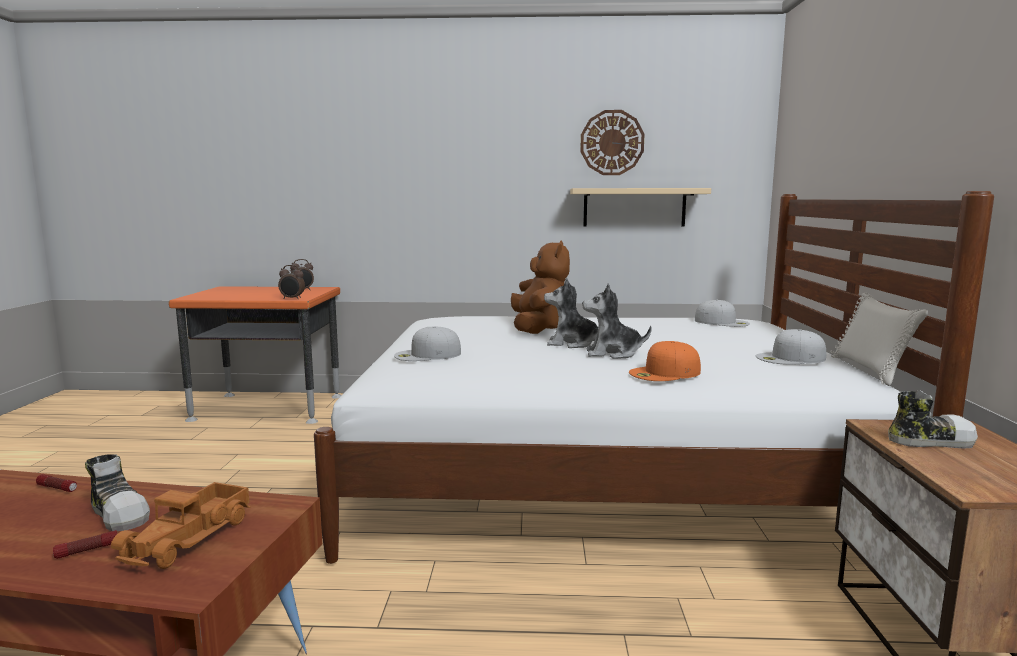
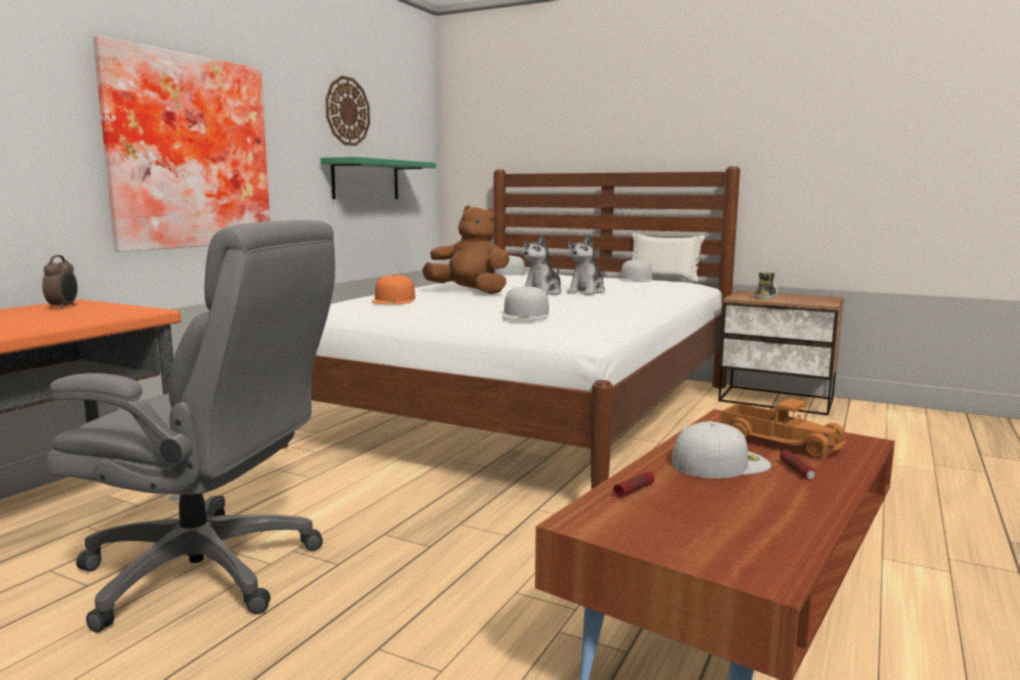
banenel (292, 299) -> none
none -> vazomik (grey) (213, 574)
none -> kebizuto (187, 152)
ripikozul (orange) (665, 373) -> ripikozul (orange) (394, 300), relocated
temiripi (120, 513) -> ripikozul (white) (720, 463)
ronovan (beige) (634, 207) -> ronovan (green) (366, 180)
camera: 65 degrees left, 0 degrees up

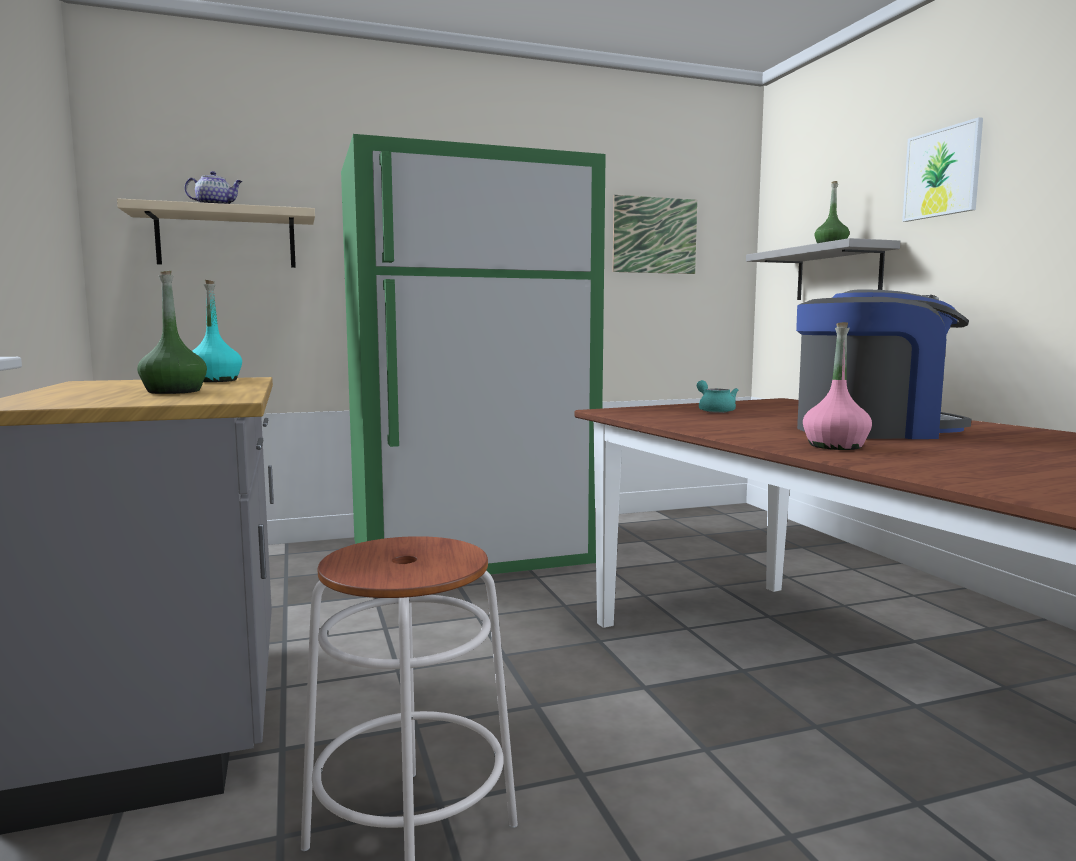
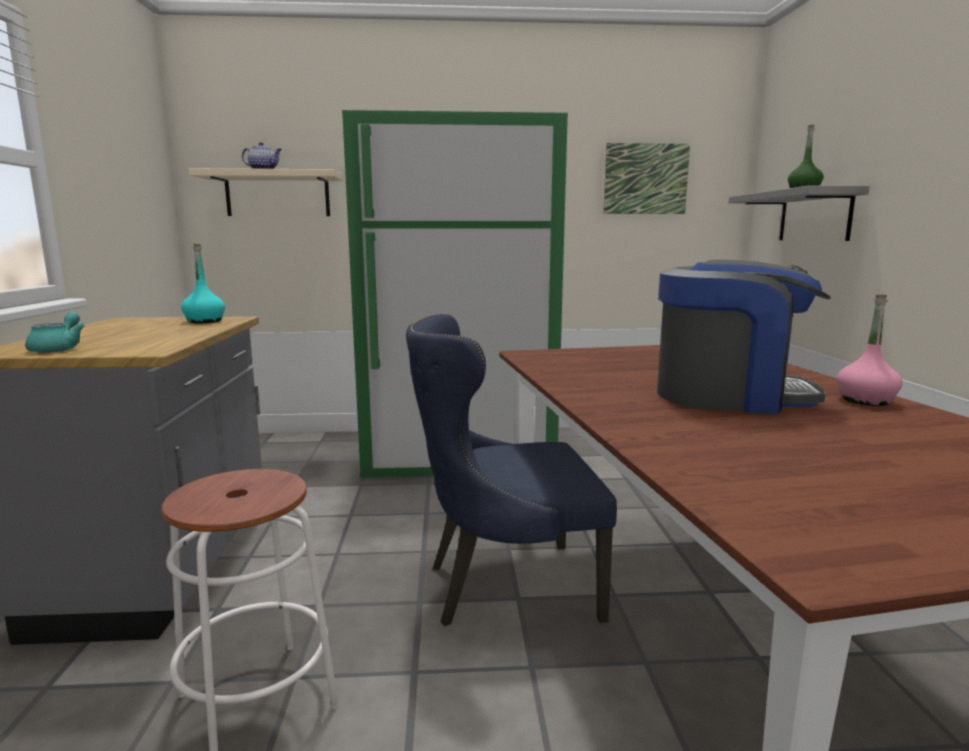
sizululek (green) (174, 391) -> none
kebizuto (942, 173) -> none
none -> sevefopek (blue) (504, 587)
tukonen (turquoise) (714, 410) -> tukonen (turquoise) (59, 349), relocated
sizululek (pink) (835, 446) -> sizululek (pink) (865, 400), relocated
camera: 15 degrees right, 5 degrees up

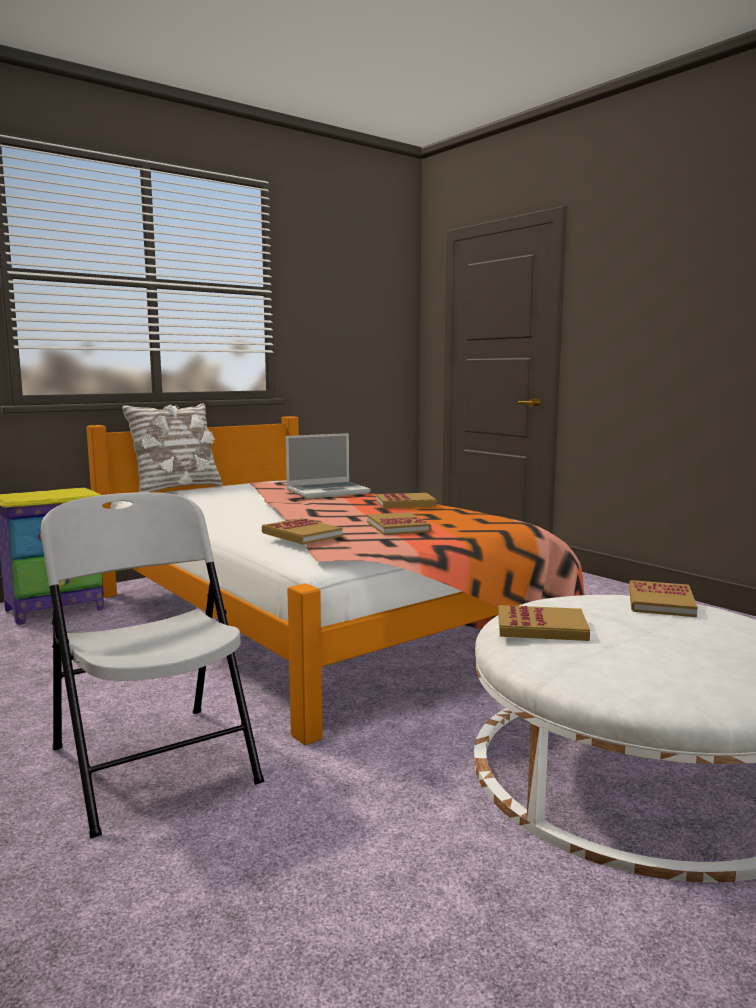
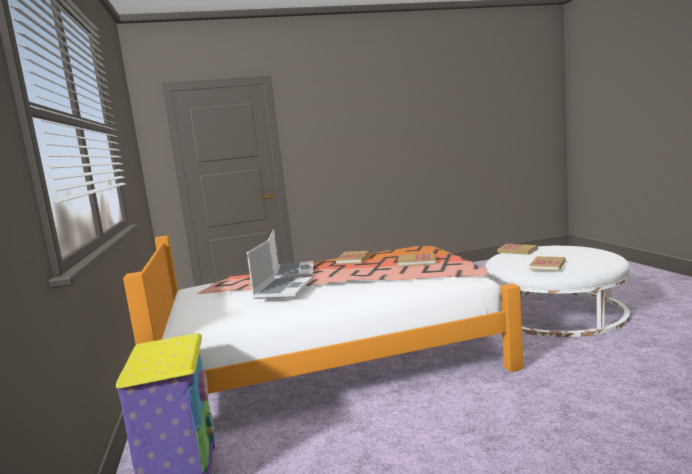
sevefopek (white) (154, 764) -> none
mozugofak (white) (177, 489) -> none
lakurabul (301, 535) -> none
none -> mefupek (283, 289)
camera: 65 degrees left, 0 degrees up

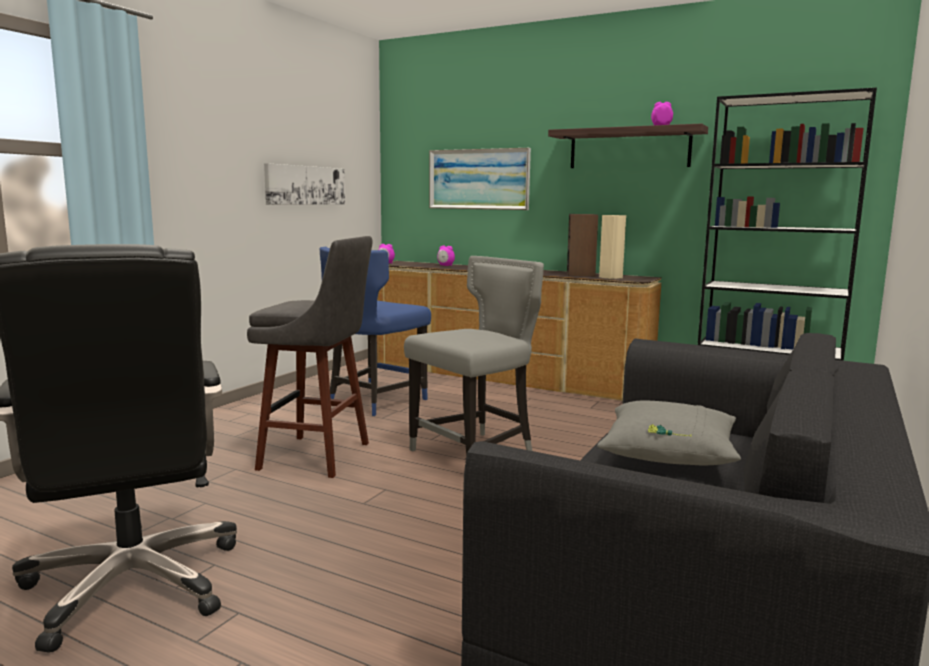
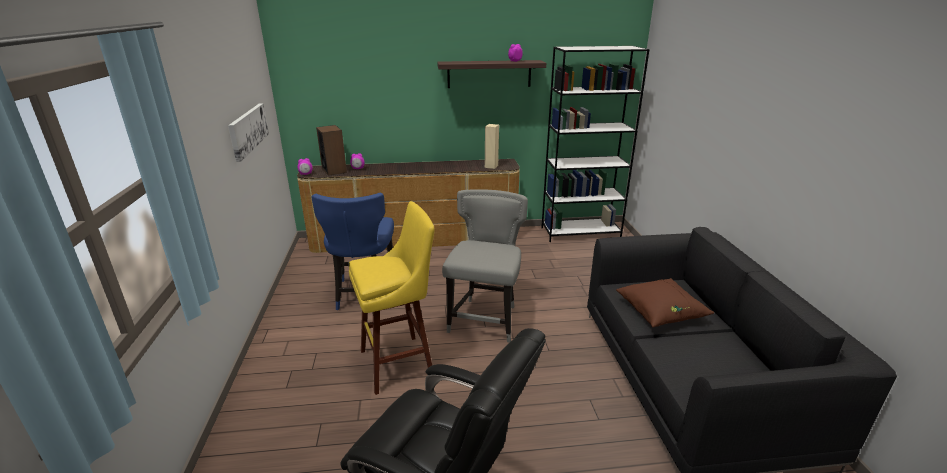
kebizuto (478, 179) -> none
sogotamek (581, 274) -> sogotamek (334, 170), relocated
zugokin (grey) (319, 457) -> zugokin (yellow) (400, 363)
mozugofak (grey) (668, 455) -> mozugofak (brown) (660, 312)
camera: 35 degrees left, 15 degrees up

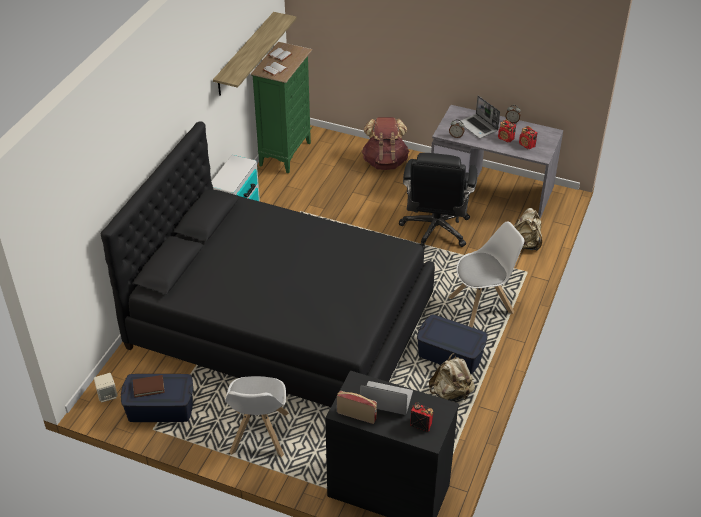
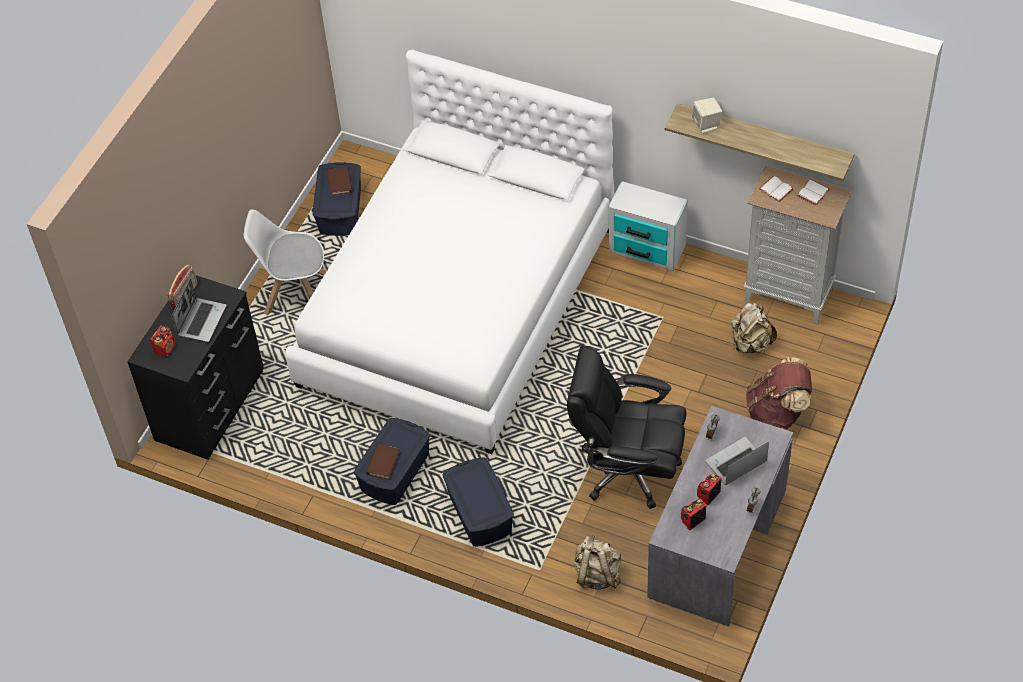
none -> lakurabul (brown) (383, 463)
sogotamek (beige) (107, 395) -> sogotamek (beige) (706, 124), relocated
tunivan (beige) (451, 393) -> tunivan (beige) (750, 343), relocated
sevefopek (482, 304) -> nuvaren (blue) (479, 513)
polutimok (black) (281, 323) -> polutimok (white) (458, 305)
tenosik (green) (286, 153) -> tenosik (white) (789, 298)
camera: 95 degrees right, 10 degrees up

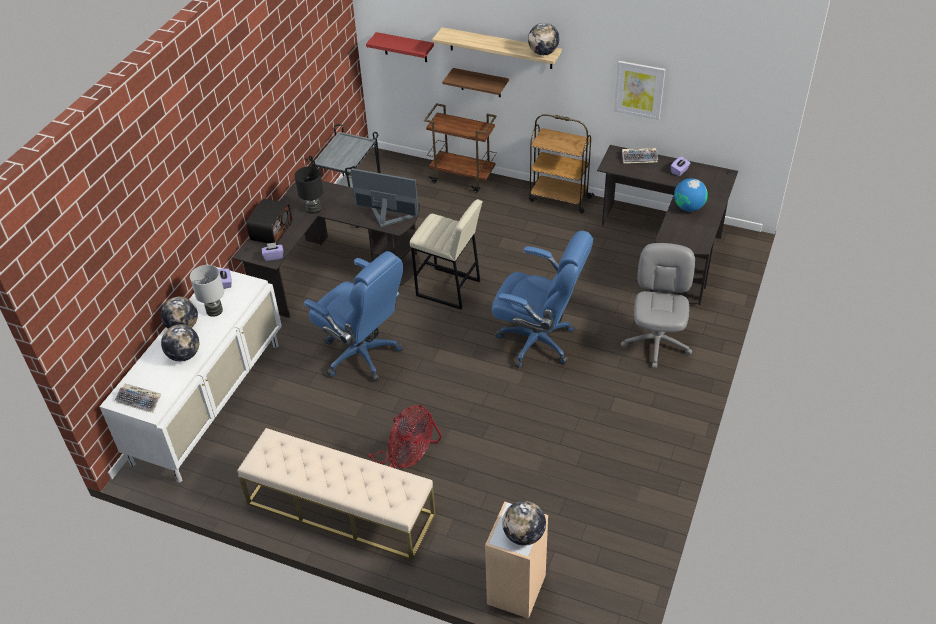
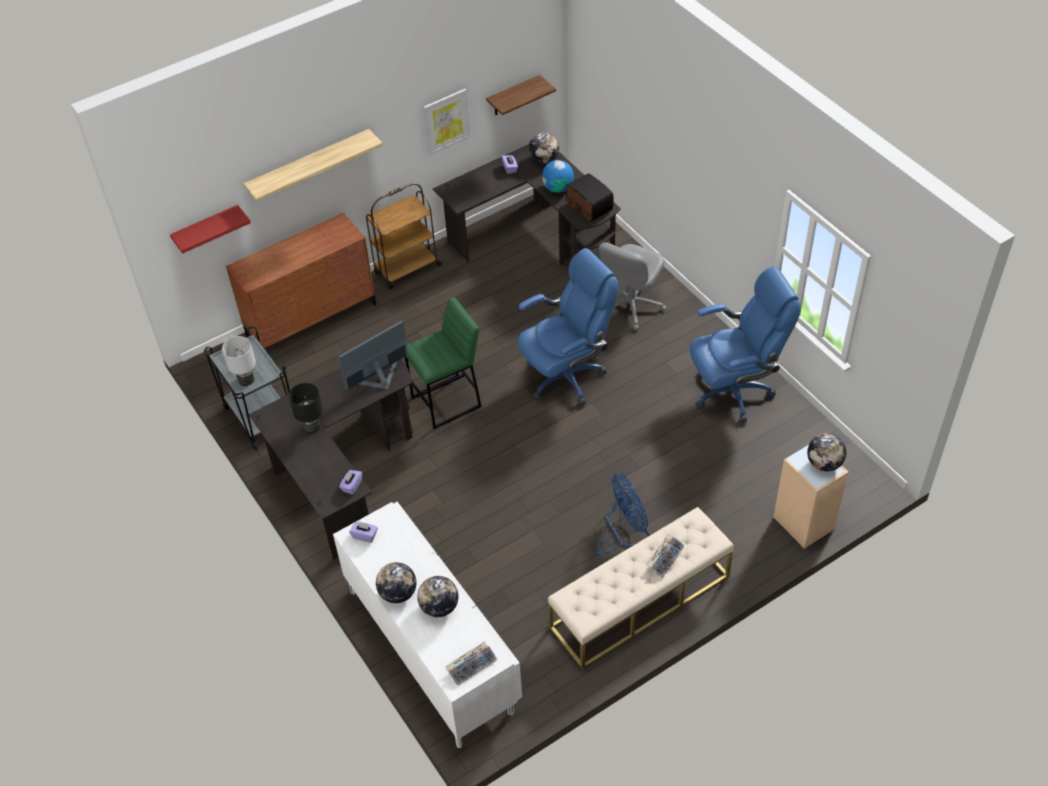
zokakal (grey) (214, 311) -> zokakal (grey) (246, 380), relocated
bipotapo (271, 231) -> bipotapo (588, 207), relocated
vazomik (blue) (362, 355) -> vazomik (blue) (734, 391), relocated
ronovan (480, 83) -> ronovan (513, 96), relocated
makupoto (543, 53) -> makupoto (544, 159), relocated
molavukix (639, 158) -> molavukix (665, 558), relocated
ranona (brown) (463, 179) -> tenosik (brown) (311, 318)
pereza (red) (406, 460) -> pereza (blue) (623, 530)
zugokin (beige) (450, 288) -> zugokin (green) (447, 401)
vazomik (grey) (656, 342) -> vazomik (grey) (630, 305), 105 degrees counterclockwise
camera: 55 degrees left, 5 degrees up

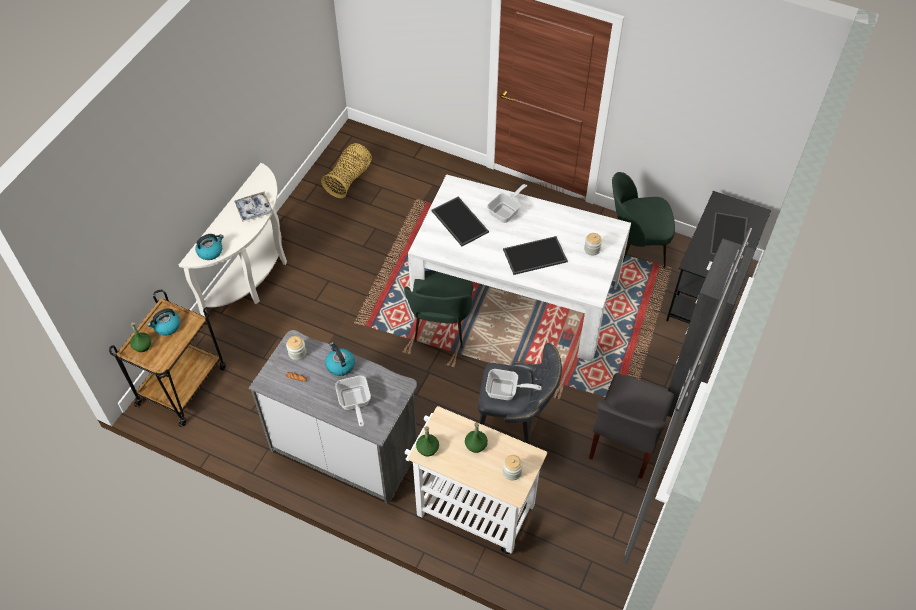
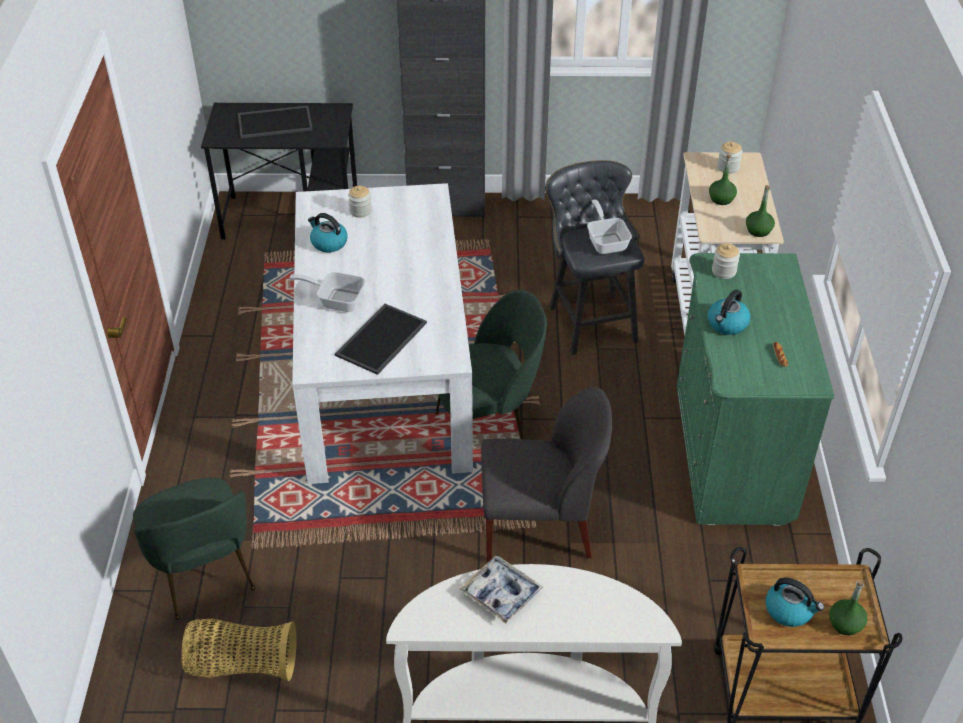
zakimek (354, 403) -> none
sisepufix (534, 256) -> none
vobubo (210, 251) -> vobubo (328, 243), relocated
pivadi (297, 353) -> pivadi (724, 271), relocated
sevefopek (grey) (625, 442) -> sevefopek (grey) (540, 526), relocated
sevefopek (green) (633, 250) -> sevefopek (green) (206, 582), relocated
tenosik (grey) (346, 451) -> tenosik (green) (730, 452)
camera: 115 degrees left, 10 degrees down

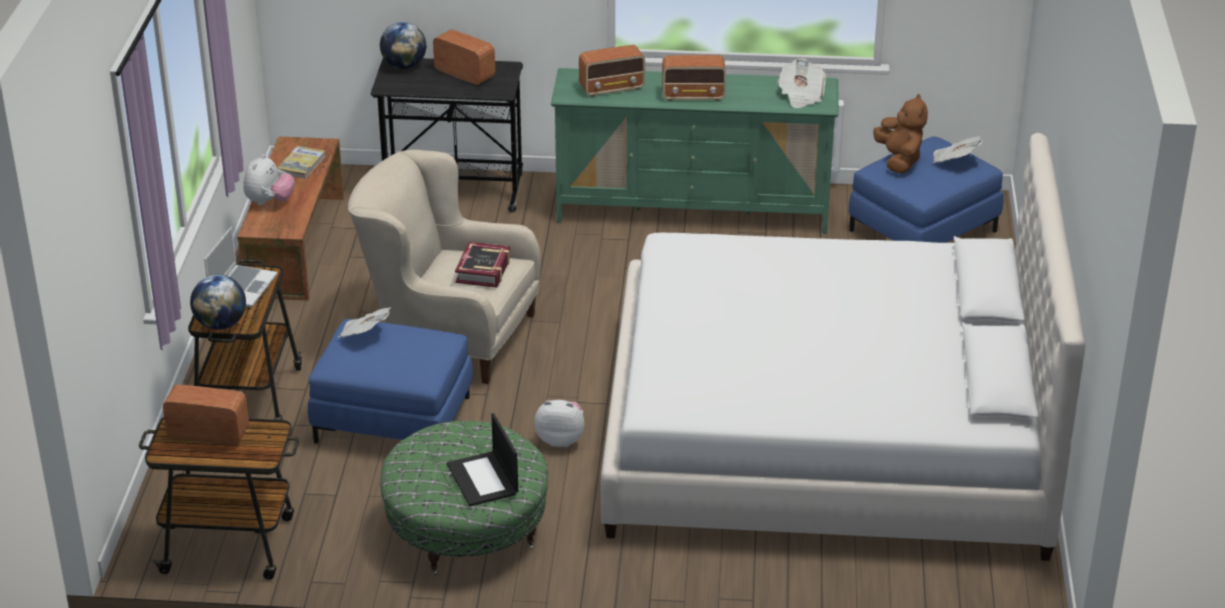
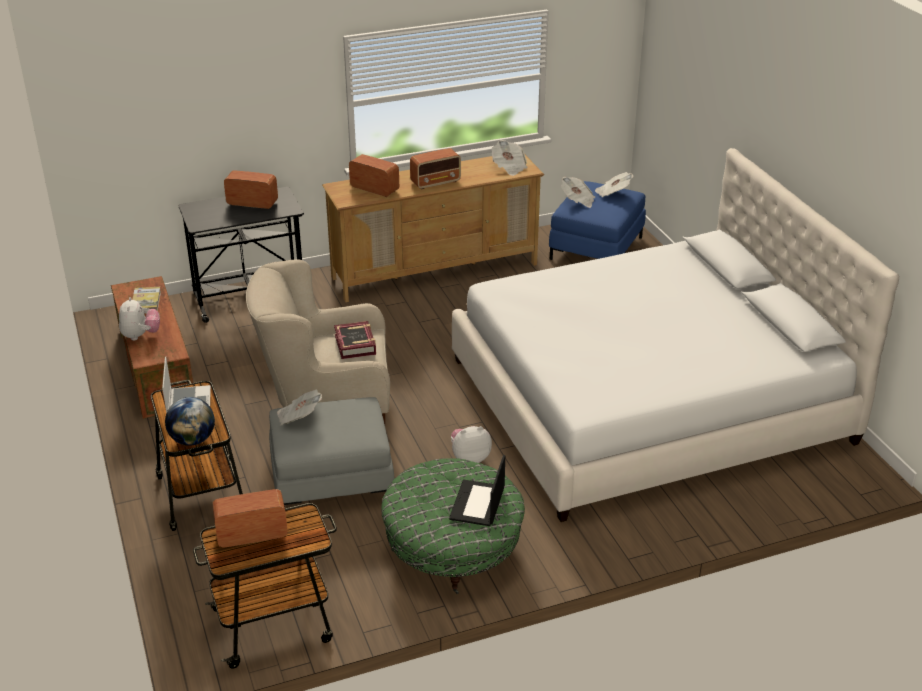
makupoto (404, 66) -> none
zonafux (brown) (899, 160) -> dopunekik (578, 200)
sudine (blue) (392, 420) -> sudine (grey) (332, 480)
tenosik (green) (692, 211) -> tenosik (brown) (435, 271)
mefupek (483, 479) -> mefupek (478, 504), 60 degrees clockwise
bipotapo (612, 88) -> bipotapo (374, 189), 105 degrees counterclockwise
camera: 25 degrees left, 0 degrees up

